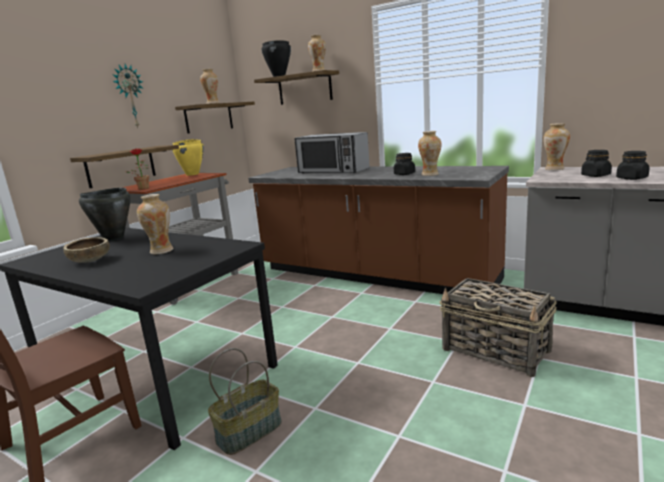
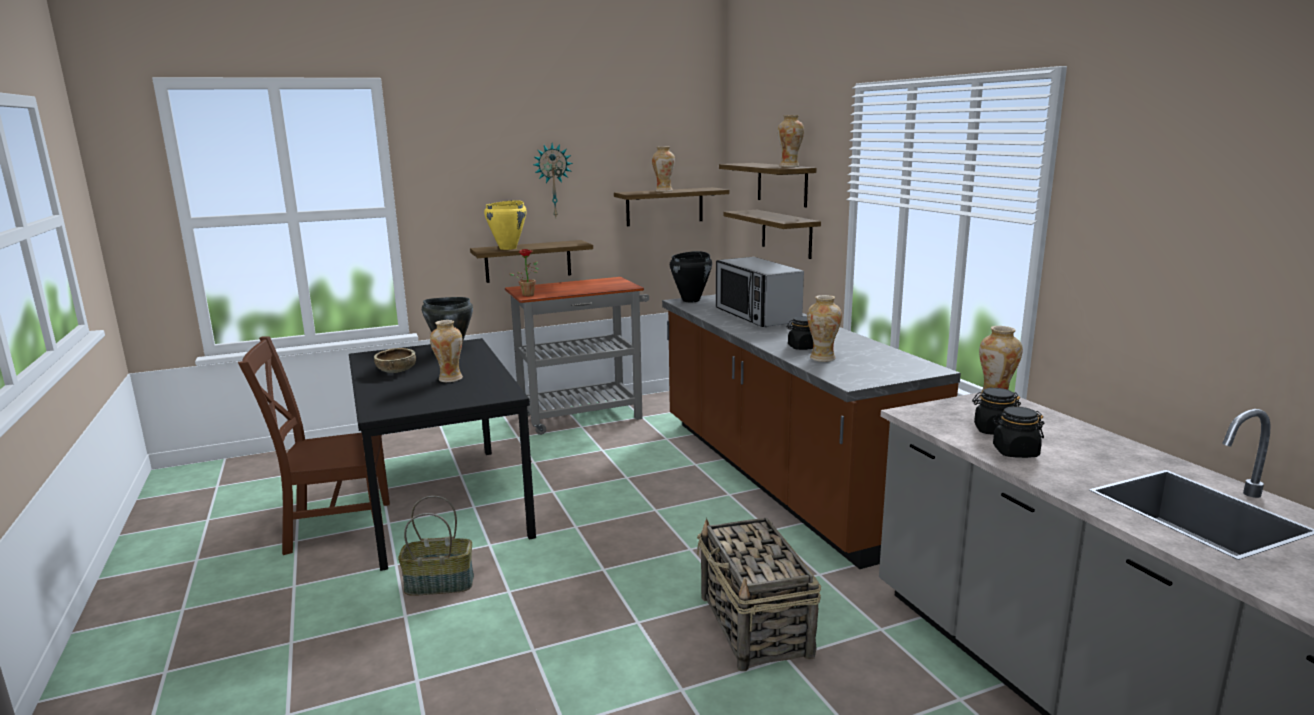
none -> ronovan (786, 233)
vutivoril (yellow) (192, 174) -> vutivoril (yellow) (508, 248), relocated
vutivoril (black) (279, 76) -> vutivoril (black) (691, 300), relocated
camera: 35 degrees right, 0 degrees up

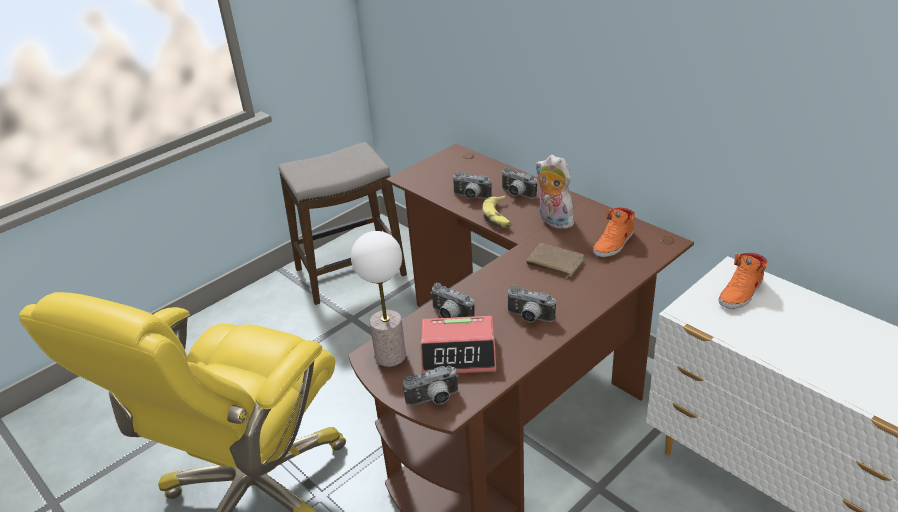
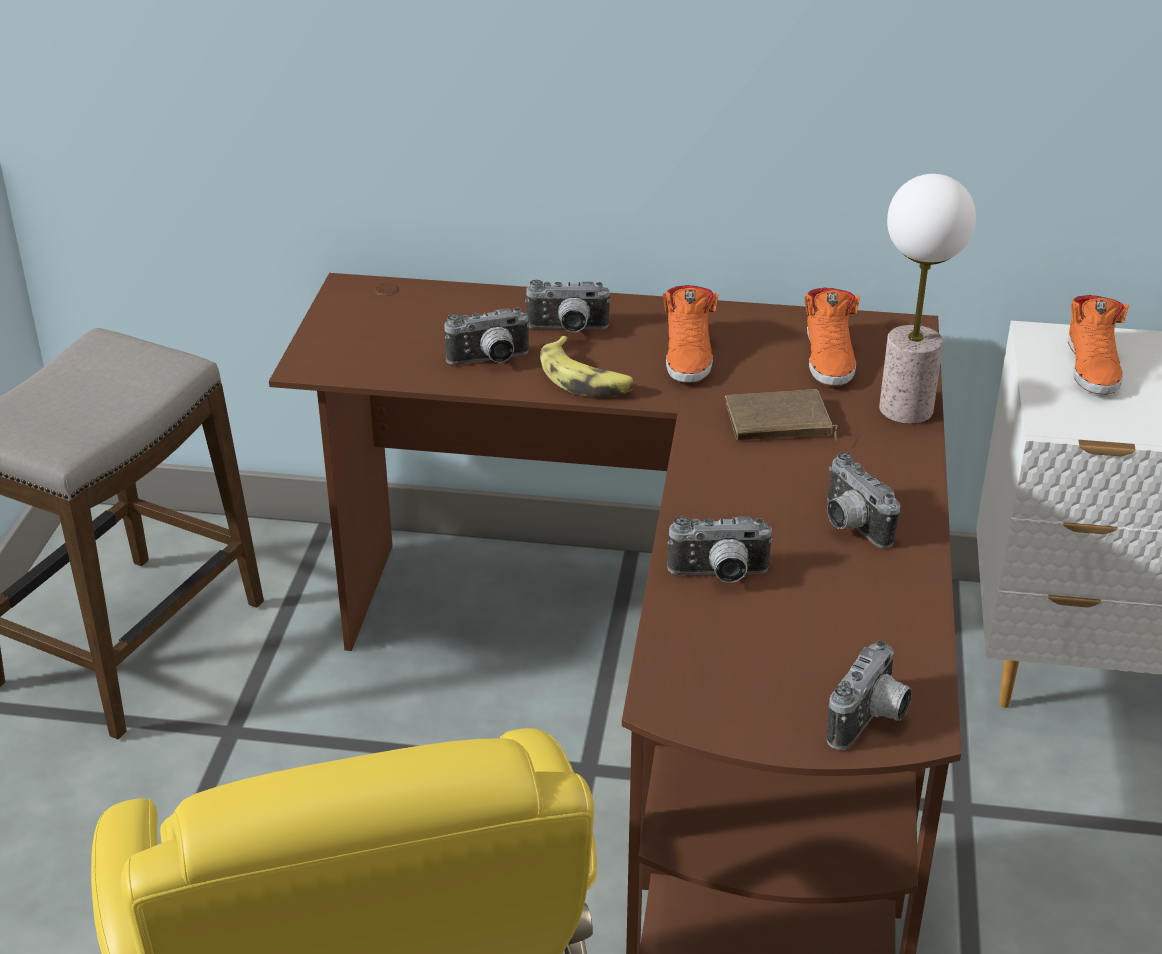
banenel (459, 354) -> none
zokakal (390, 356) -> zokakal (906, 410), relocated
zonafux (553, 221) -> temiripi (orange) (689, 355)
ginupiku (529, 318) -> ginupiku (850, 525), 75 degrees clockwise
camera: 40 degrees left, 0 degrees up

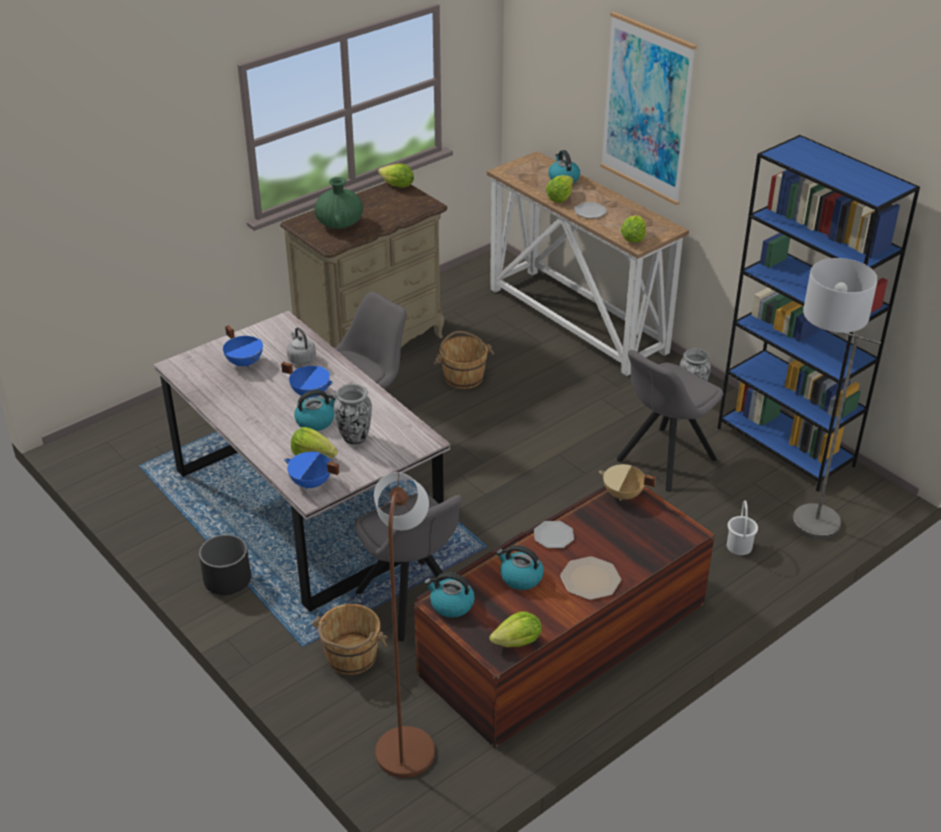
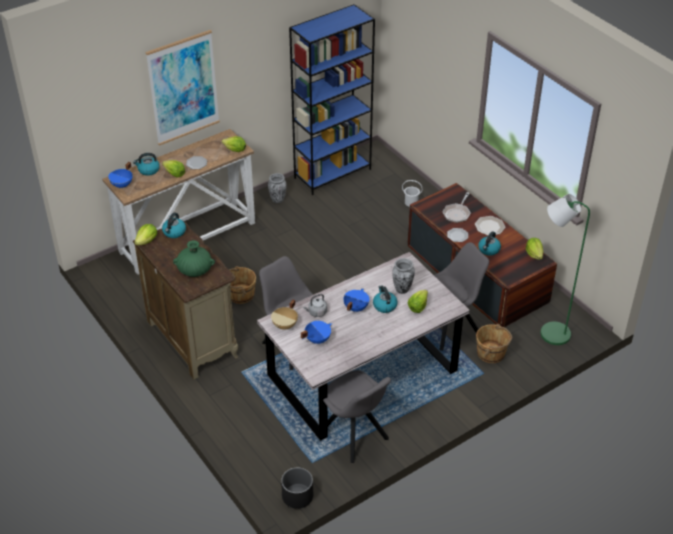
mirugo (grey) (802, 518) -> none
none -> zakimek (457, 213)
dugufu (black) (227, 580) -> dugufu (black) (297, 496), relocated
vutivoril (blue) (311, 483) -> vutivoril (blue) (122, 185), relocated
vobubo (451, 604) -> vobubo (174, 232), relocated
vutivoril (beige) (623, 495) -> vutivoril (beige) (285, 325), relocated
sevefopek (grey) (665, 459) -> sevefopek (grey) (354, 435), relocated
mirugo (brown) (407, 743) -> mirugo (green) (549, 333)
camera: 85 degrees left, 5 degrees up

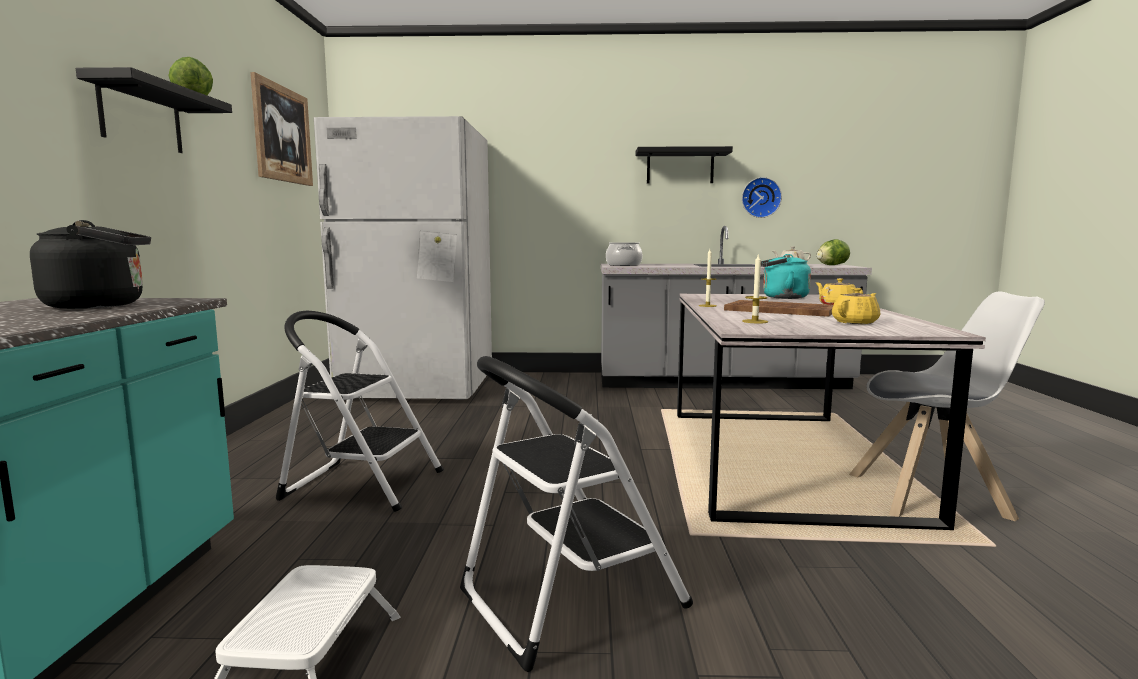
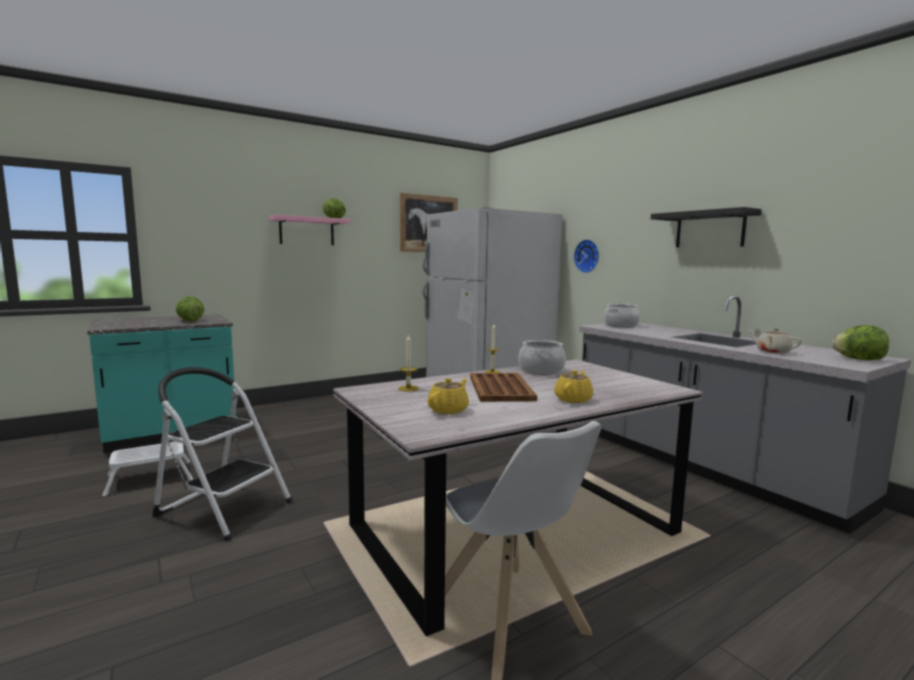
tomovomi (359, 484) -> none
vobubo (turquoise) (782, 297) -> none
none -> vutivoril (541, 371)
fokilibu (760, 197) -> fokilibu (588, 256), relocated
vobubo (black) (102, 305) -> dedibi (189, 321)
ronovan (black) (141, 117) -> ronovan (pink) (307, 231)
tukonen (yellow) (855, 322) -> tukonen (yellow) (448, 410), 75 degrees counterclockwise
camera: 55 degrees right, 0 degrees up

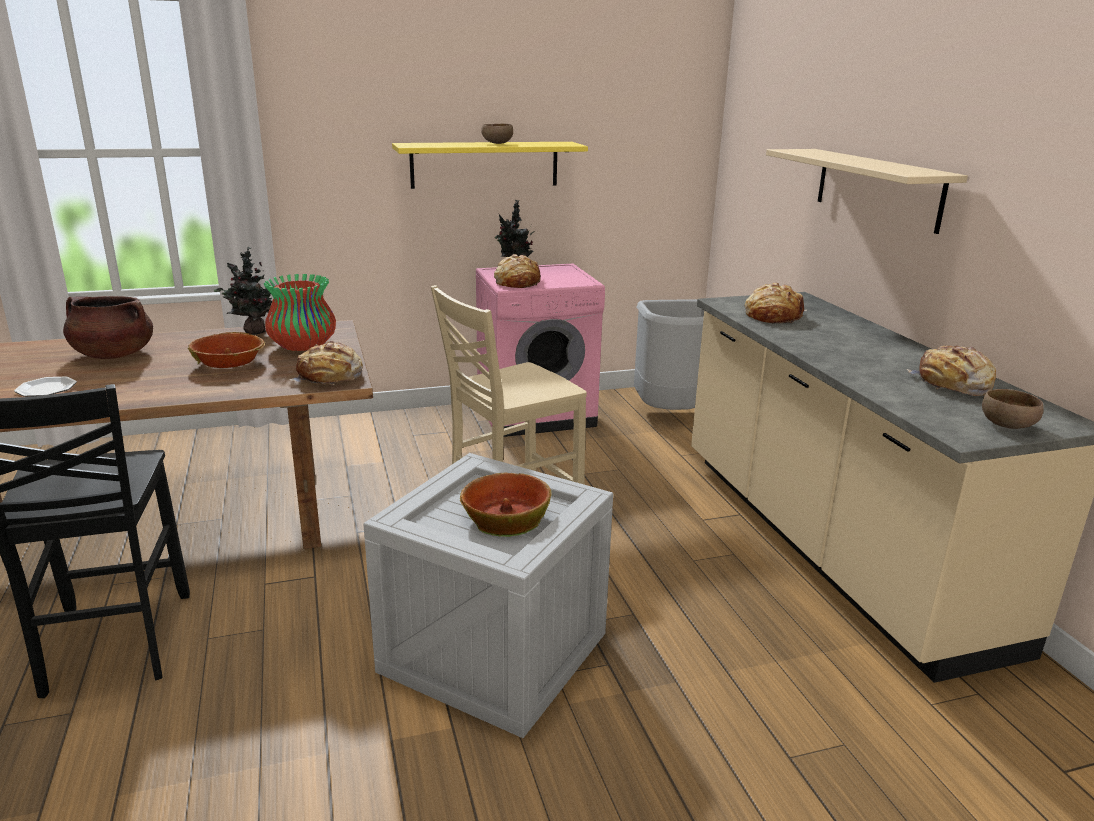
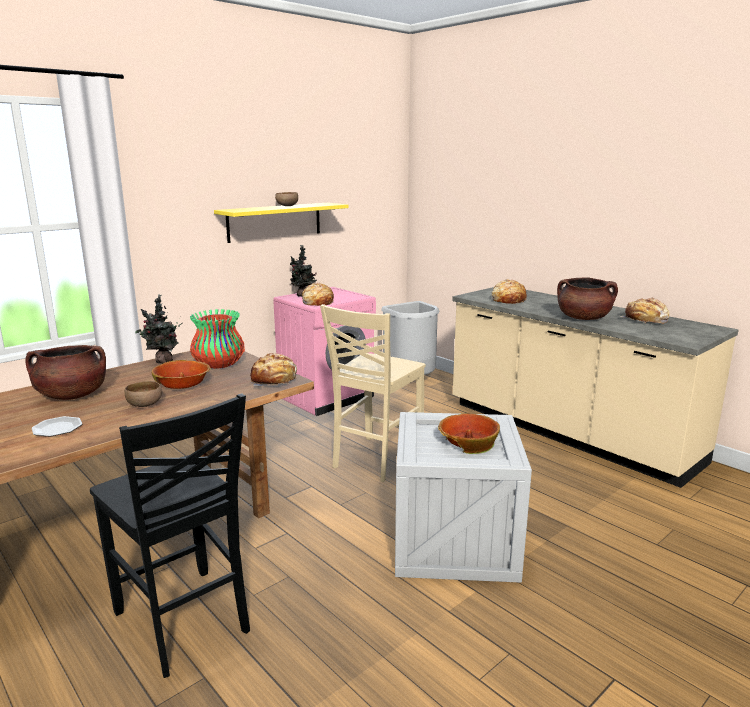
ronovan (beige) (877, 188) -> none
none -> vutivoril (brown) (583, 318)
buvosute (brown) (1007, 425) -> buvosute (brown) (145, 404), relocated
camera: 25 degrees left, 5 degrees down

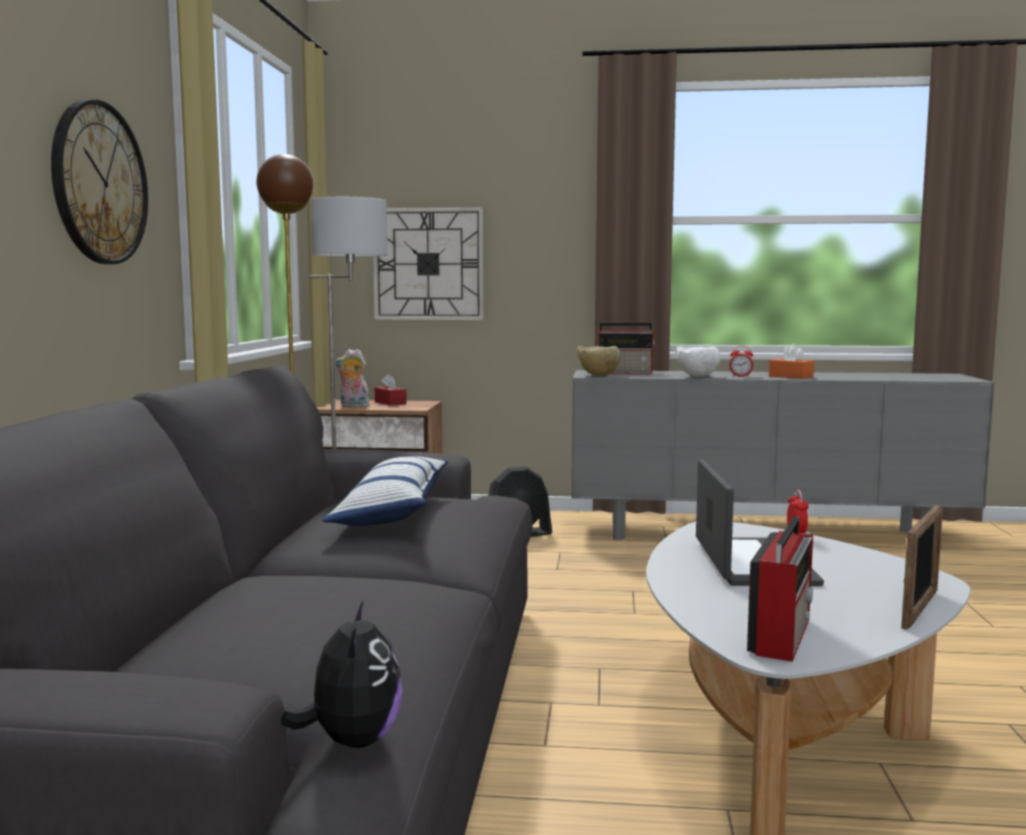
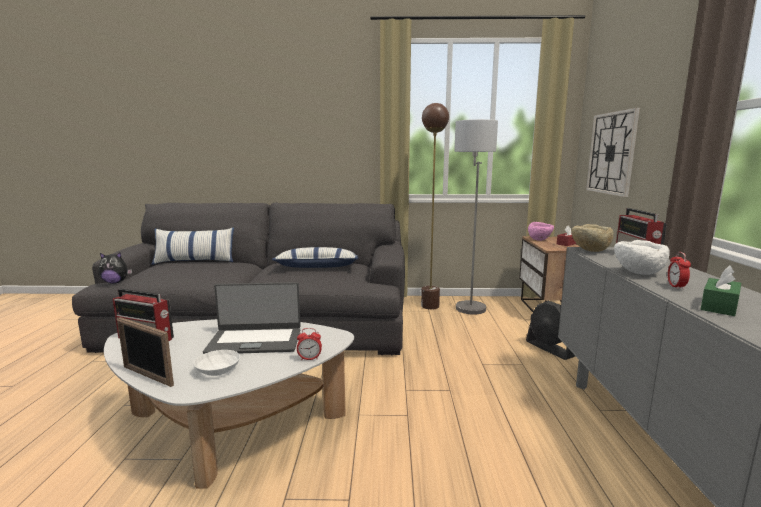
fokilibu (99, 183) -> none
none -> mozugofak (195, 261)
none -> buvosute (white) (218, 370)
zonafux (353, 406) -> buvosute (pink) (540, 240)
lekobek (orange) (790, 377) -> lekobek (green) (719, 306)
camera: 85 degrees right, 5 degrees up

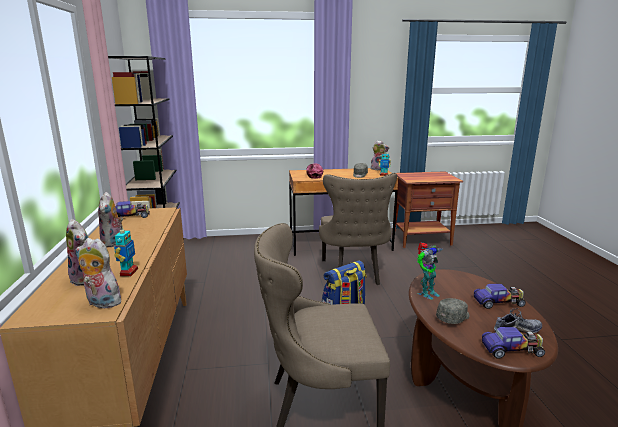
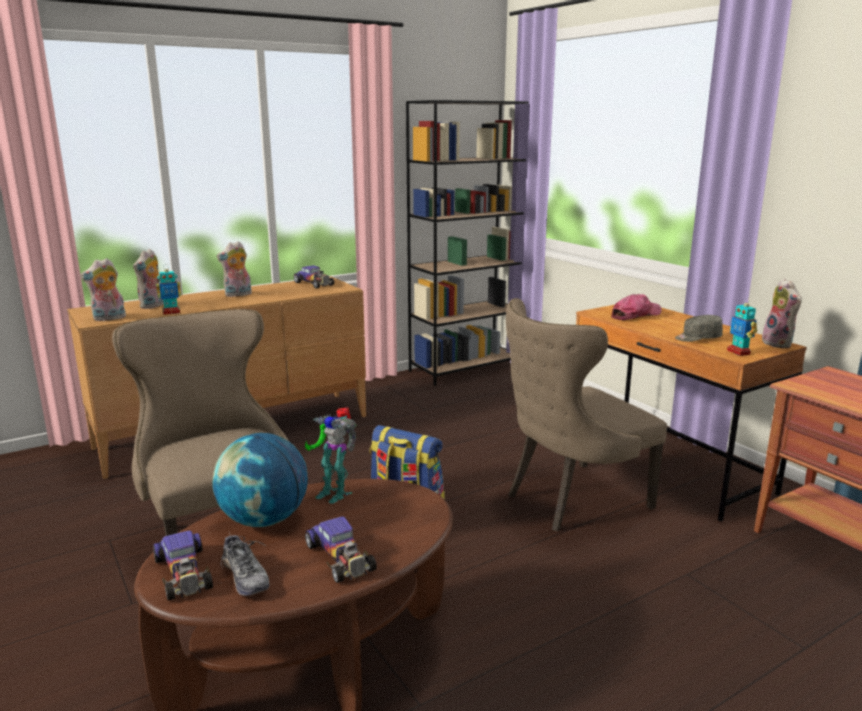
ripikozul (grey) (453, 317) -> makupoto (264, 519)
zonafux (101, 303) -> zonafux (109, 319), 120 degrees counterclockwise
camera: 65 degrees right, 0 degrees up

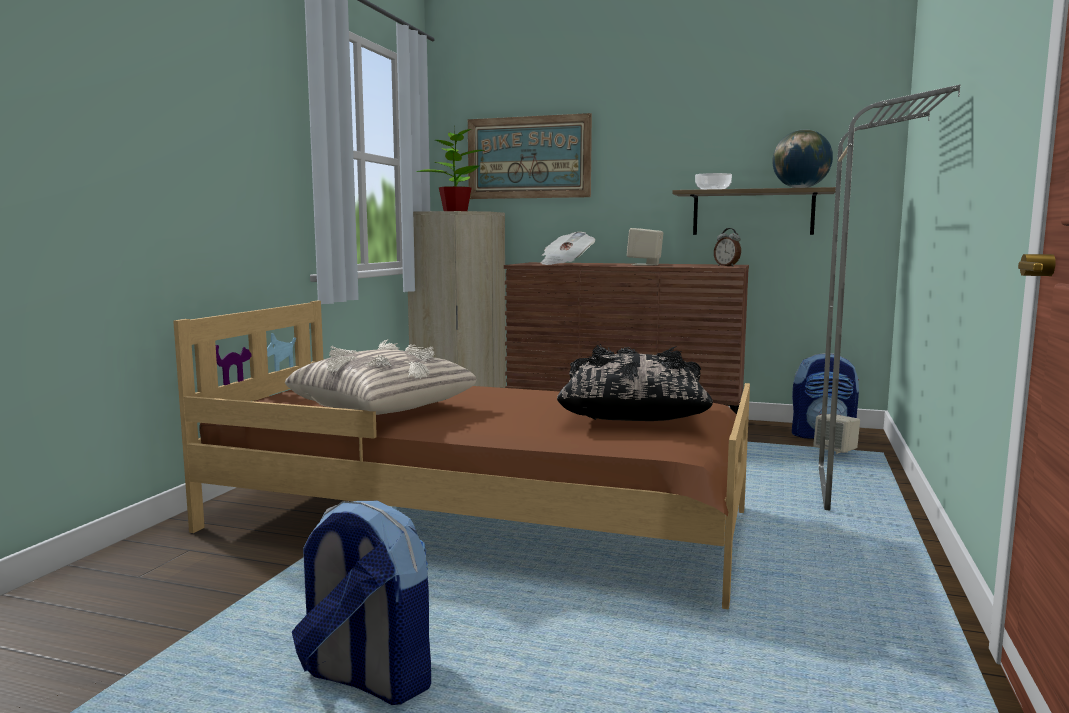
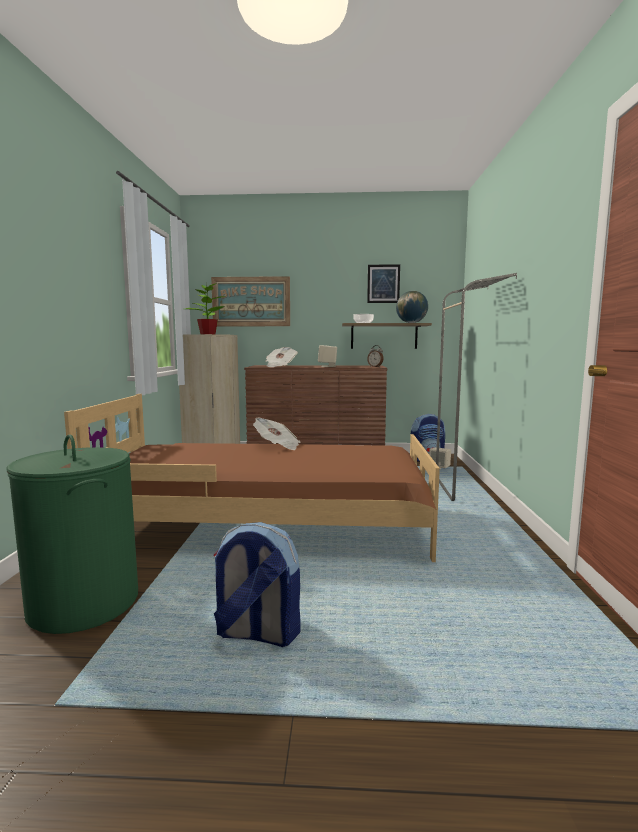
mozugofak (beige) (382, 410) -> none
mozugofak (black) (633, 416) -> none
none -> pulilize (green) (83, 603)
none -> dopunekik (277, 446)
none -> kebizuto (383, 283)
camera: 15 degrees left, 0 degrees up

